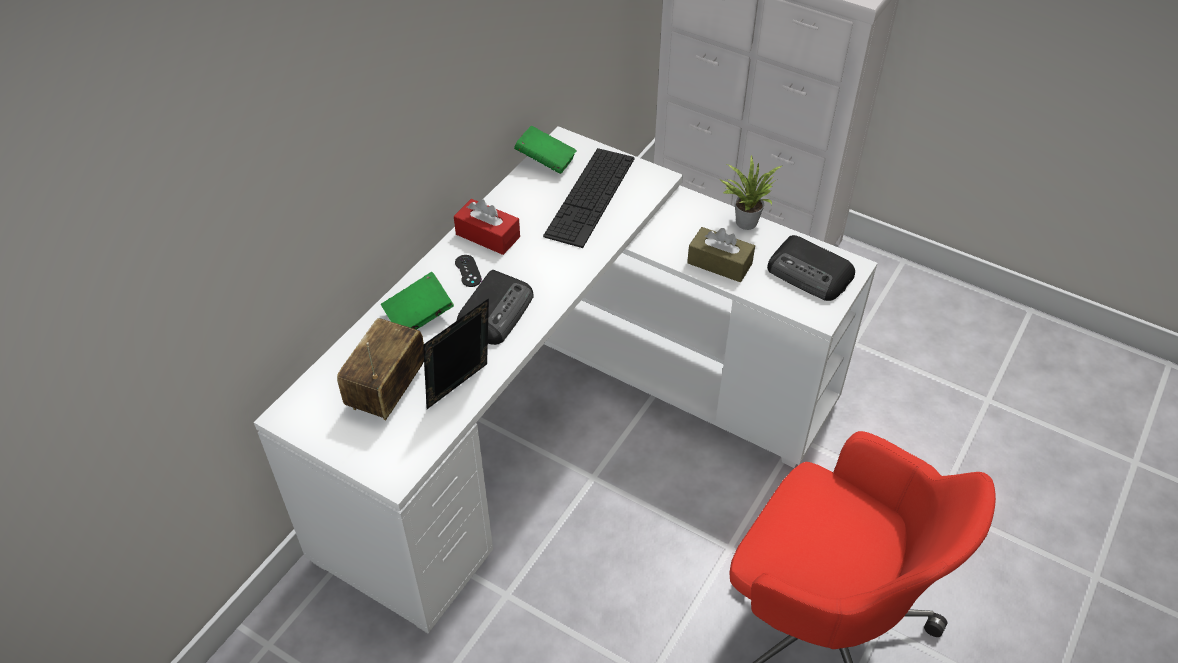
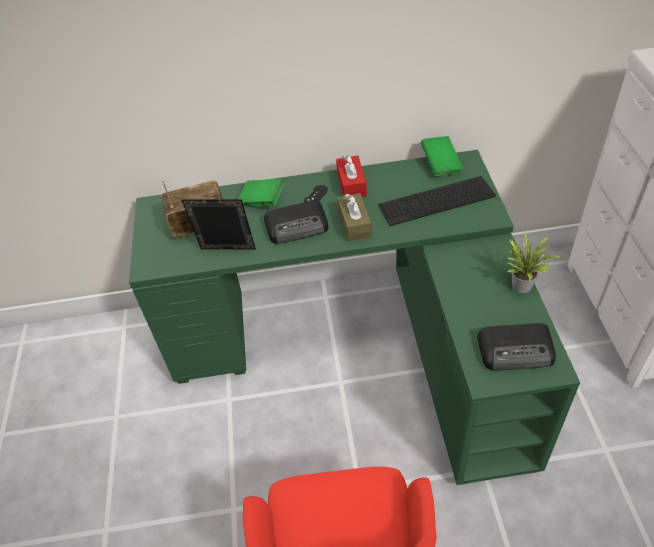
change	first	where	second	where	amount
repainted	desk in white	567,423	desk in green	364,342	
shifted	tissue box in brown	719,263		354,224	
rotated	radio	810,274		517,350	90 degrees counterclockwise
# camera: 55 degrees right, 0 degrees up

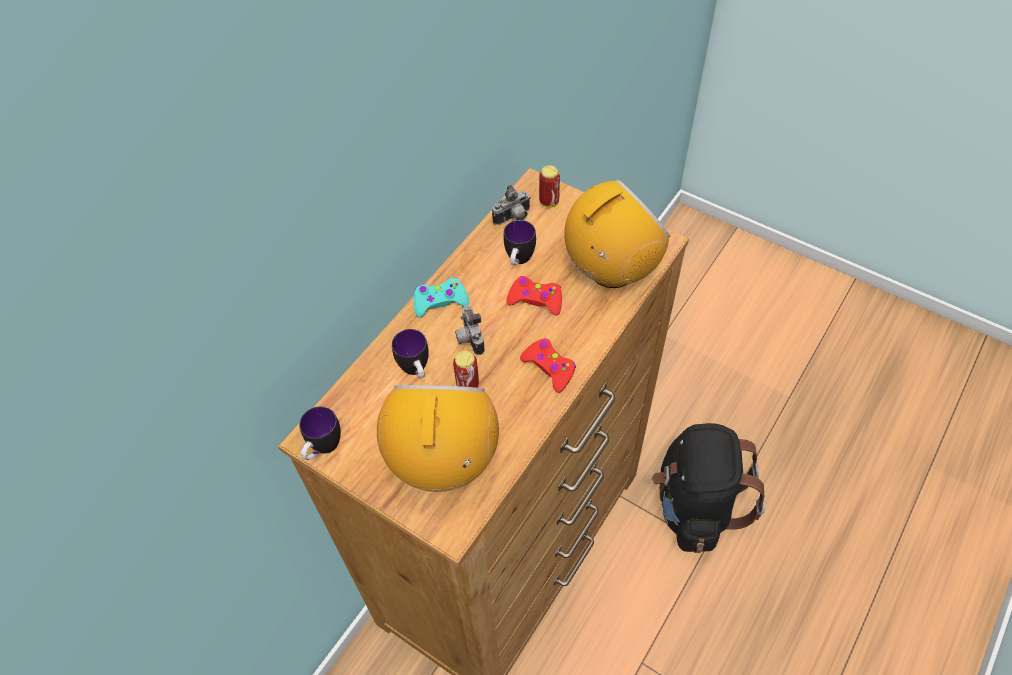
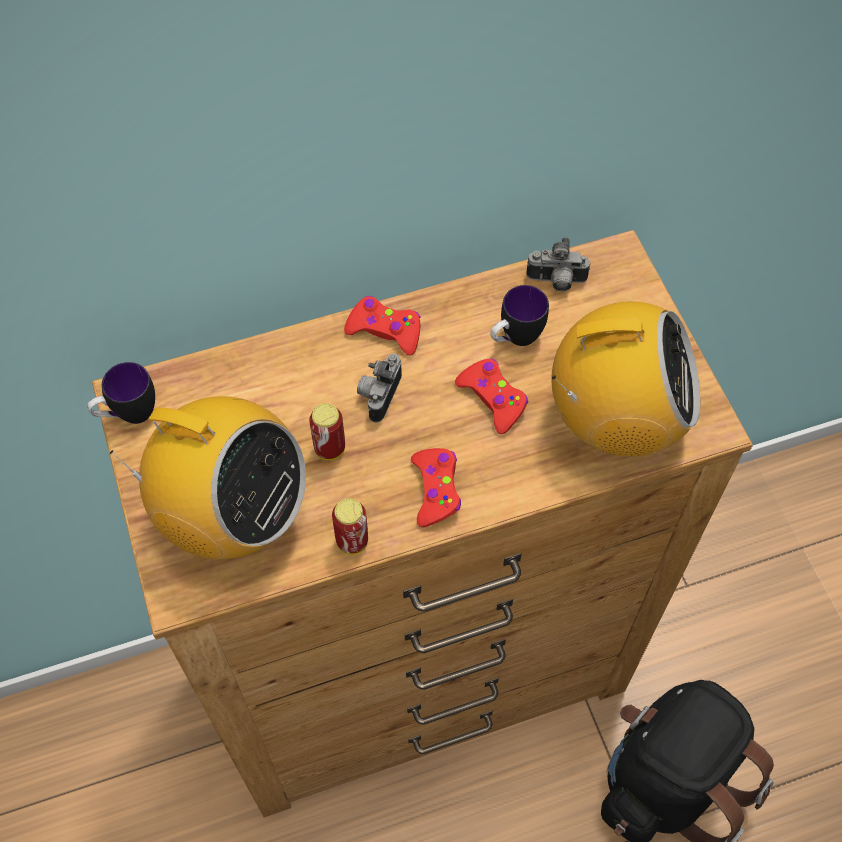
change	first	where	second	where	amount
rotated	radio	444,461		233,515	75 degrees clockwise
shifted	can	549,202		352,541	
repainted	game controller in turquoise	440,301	game controller in red	385,330	
gone	mug	416,371			
# camera: 35 degrees right, 5 degrees up

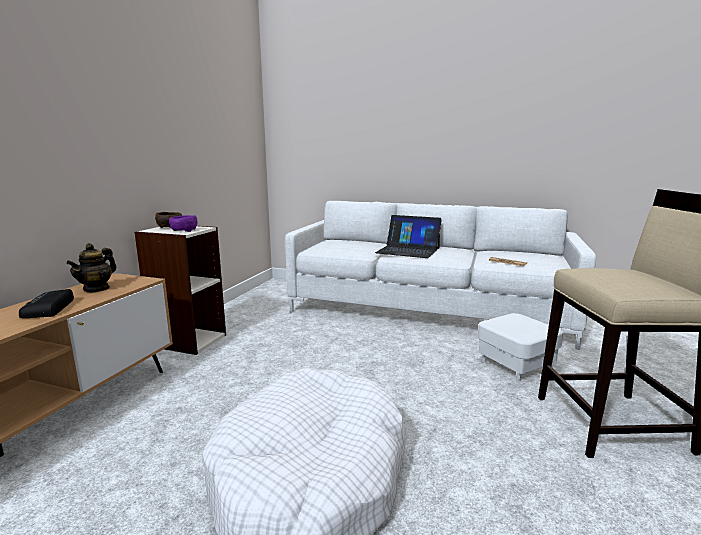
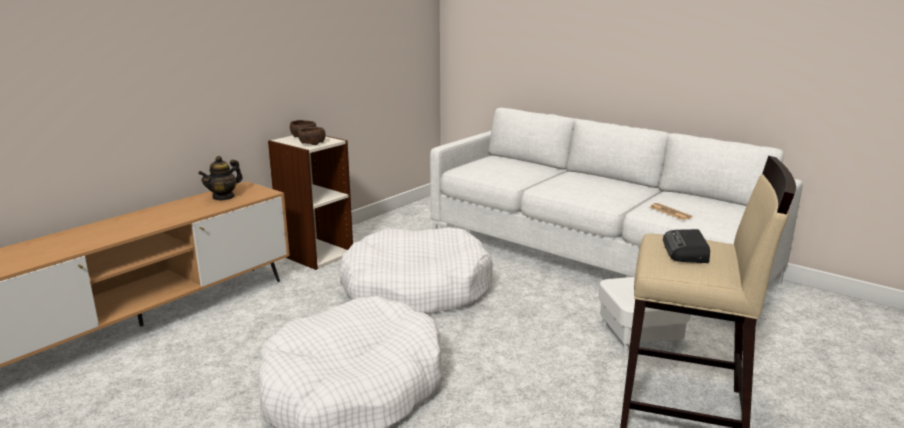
change	first	where	second	where	amount
repainted	bowl in purple	183,230	bowl in brown	311,143	
new			dog bed in white	416,290	
shifted	radio	48,309		686,252	
gone	laptop	408,250			
# camera: 20 degrees right, 5 degrees up

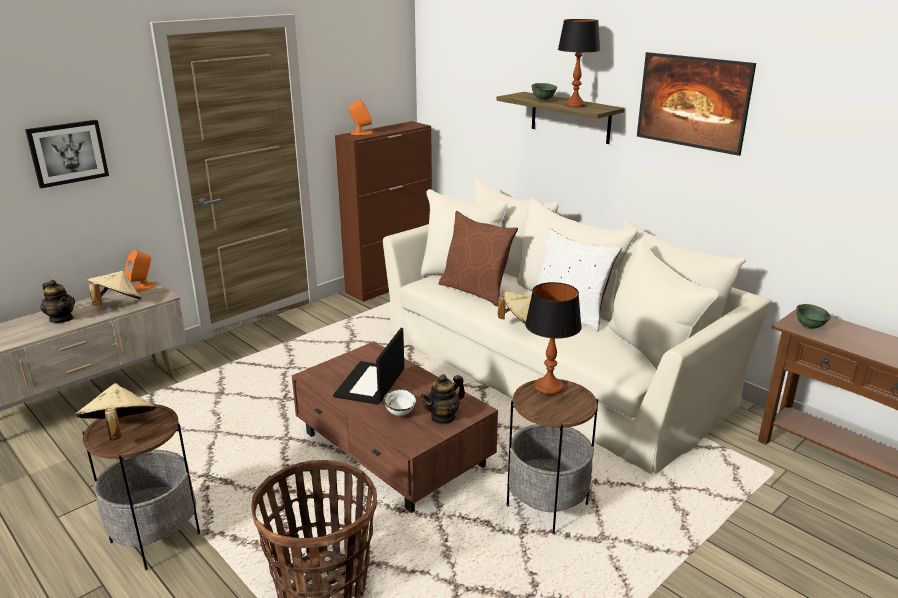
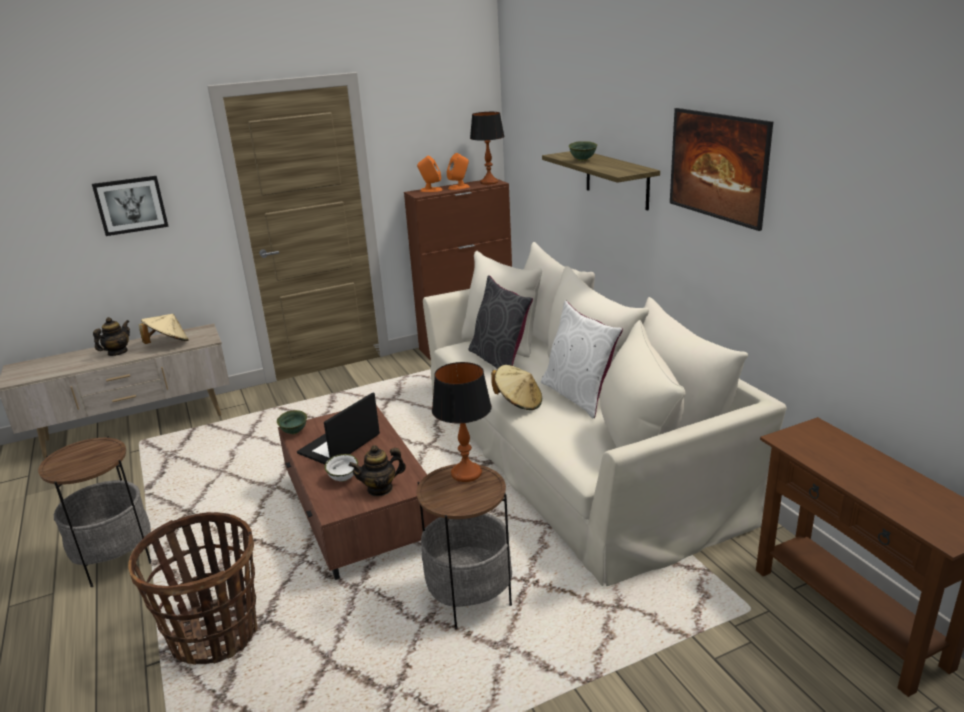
change	first	where	second	where	amount
rotated	teapot	61,319		117,352	120 degrees counterclockwise
shifted	bowl in green	809,327		294,432	
shifted	speaker in orange	142,287		459,187	
repainted	pillow in brown	475,291	pillow in grey	500,361	
shifted	table lamp	574,105		489,182	
gone	hat in beige	120,431			
# camera: 20 degrees right, 0 degrees up

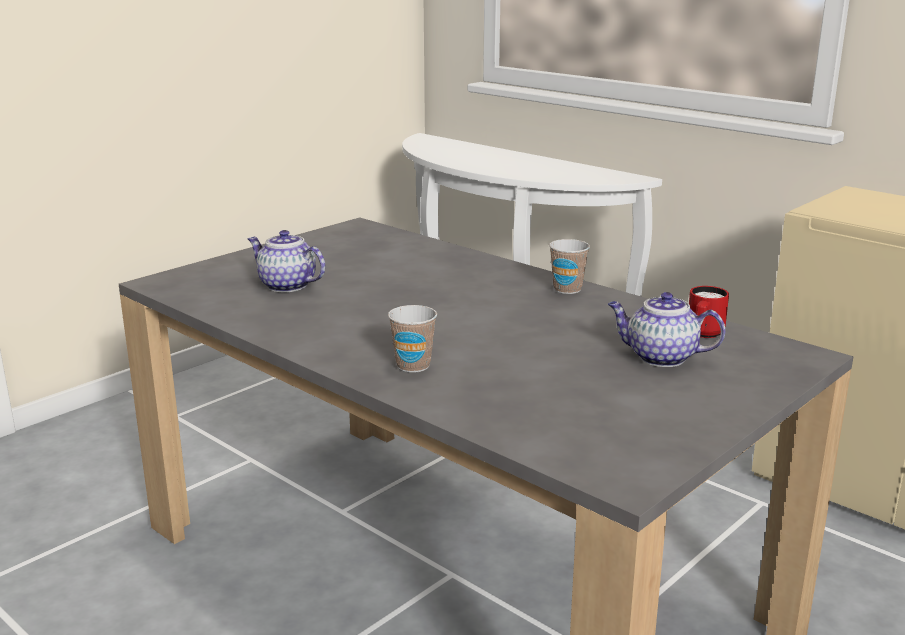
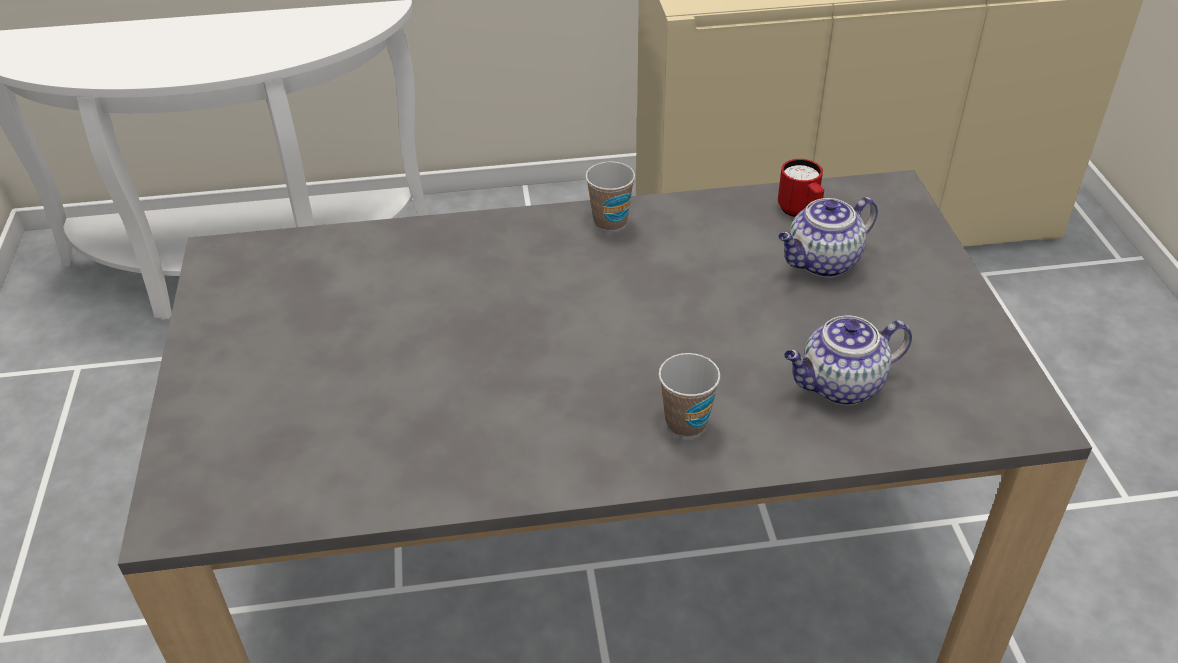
change	first	where	second	where	amount
shifted	teapot	286,285		840,386	
# camera: 50 degrees left, 20 degrees up

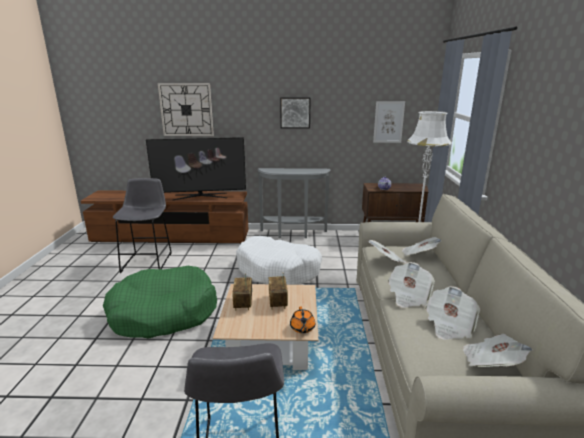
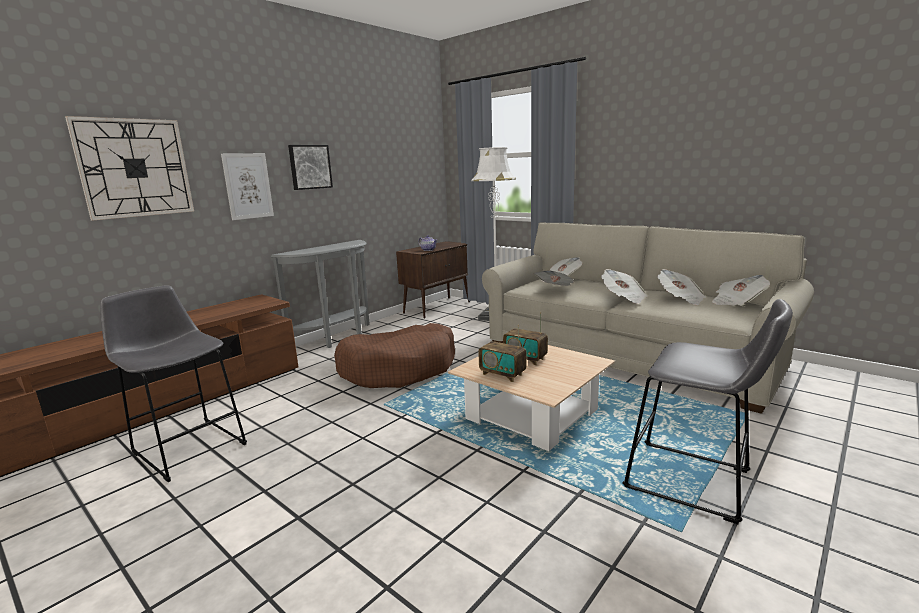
change	first	where	second	where	amount
shifted	picture	388,122		248,186	
repainted	dog bed in white	278,270	dog bed in brown	399,369	
gone	dog bed in green	163,313			
gone	television	200,196			
gone	teapot in orange	302,328			
# camera: 50 degrees left, 5 degrees down

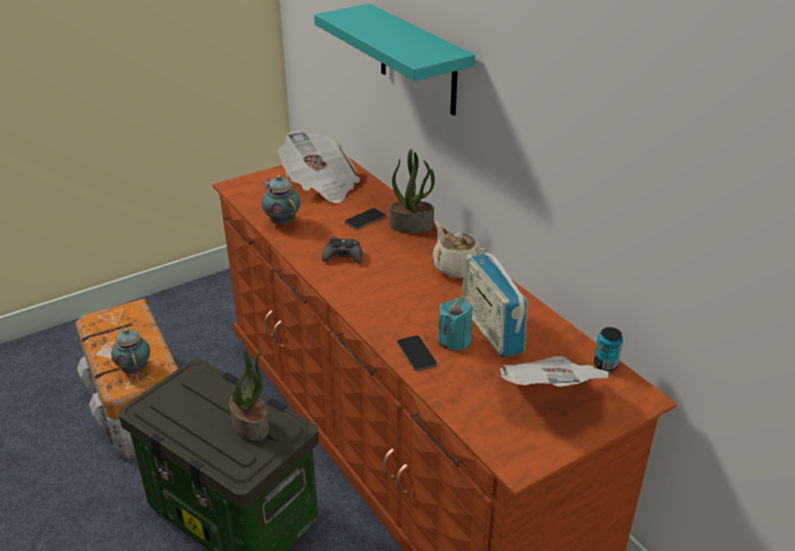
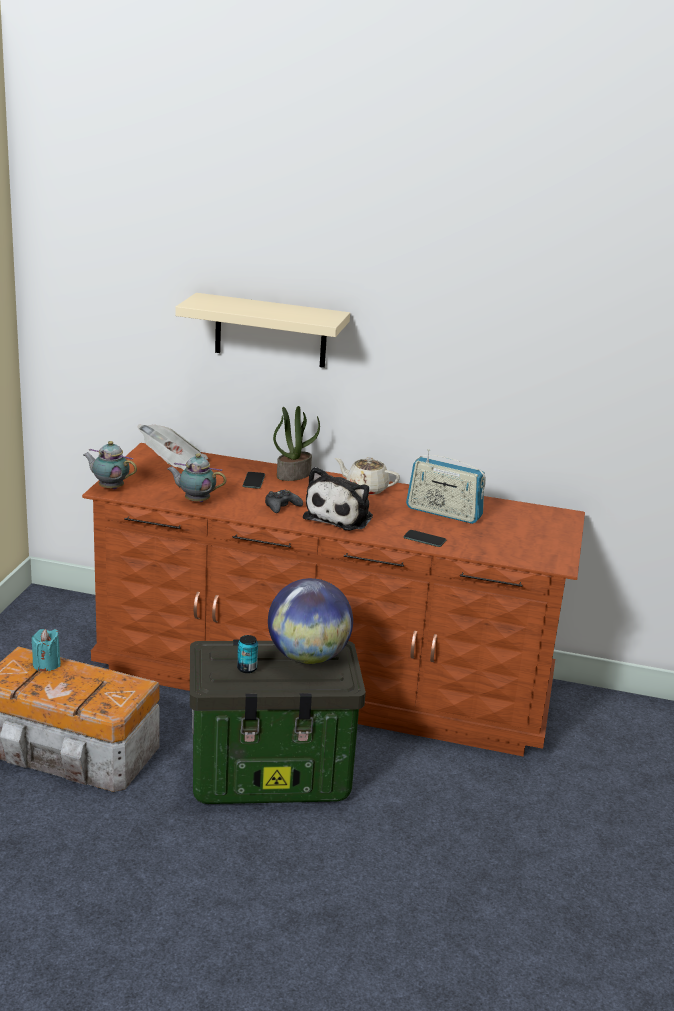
change	first	where	second	where	amount
shifted	candle in turquoise	454,340		46,664	
shifted	teapot	135,368		109,488	
repainted	shelf in turquoise	417,60	shelf in beige	270,331	
shifted	can	605,365		247,668	
swapped	potted plant	251,425	globe	308,657	
new			plush toy	341,516	
gone	newspaper	549,393			
# camera: 45 degrees left, 10 degrees down

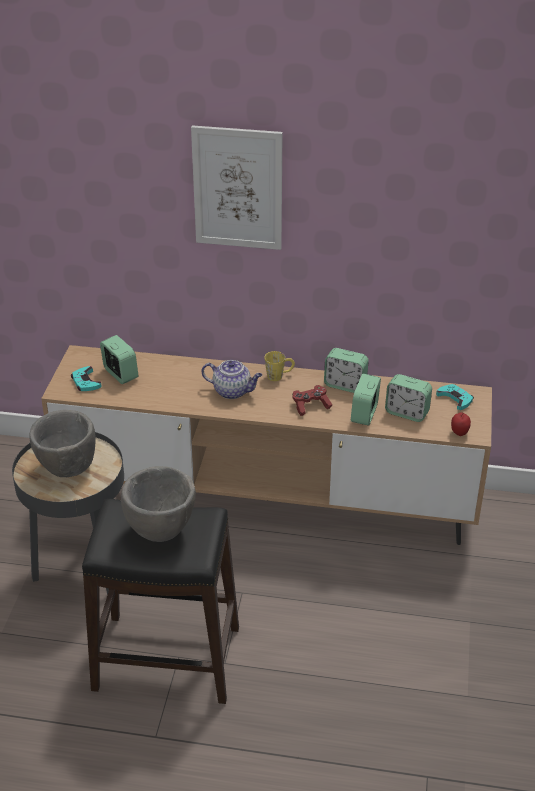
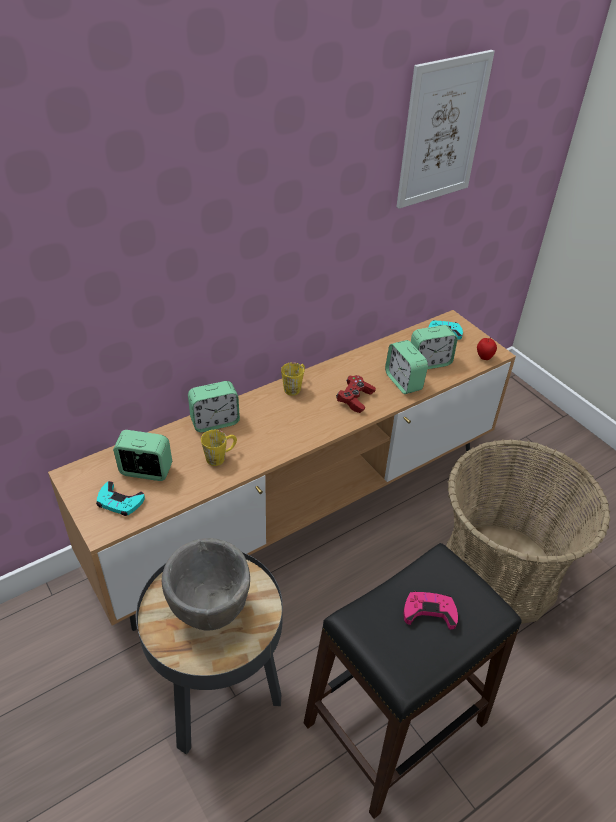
change	first	where	second	where	amount
shifted	alarm clock	345,385		215,422	
new			mug in yellow	220,456	
shifted	picture	238,188		442,131	
swapped	bowl in grey	161,532	game controller in pink	429,612	
new			basket	499,573	
gone	teapot	233,391			
# camera: 45 degrees left, 5 degrees up

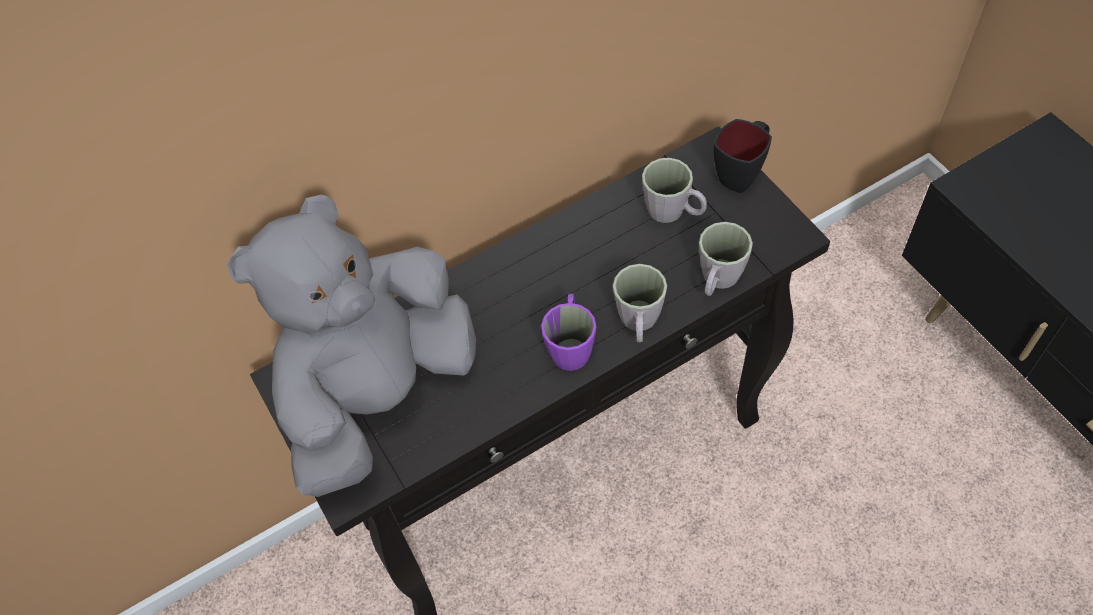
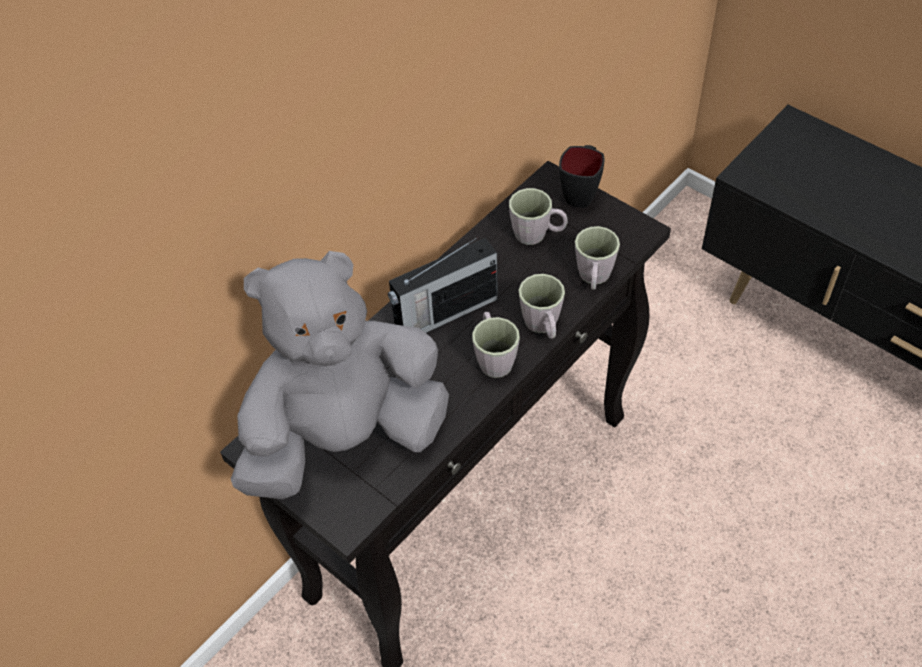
change	first	where	second	where	amount
rotated	plush toy in grey	379,394		344,438	45 degrees clockwise
new			radio	444,313	
repainted	mug in purple	571,345	mug in grey	494,357	
# camera: 20 degrees left, 5 degrees down

